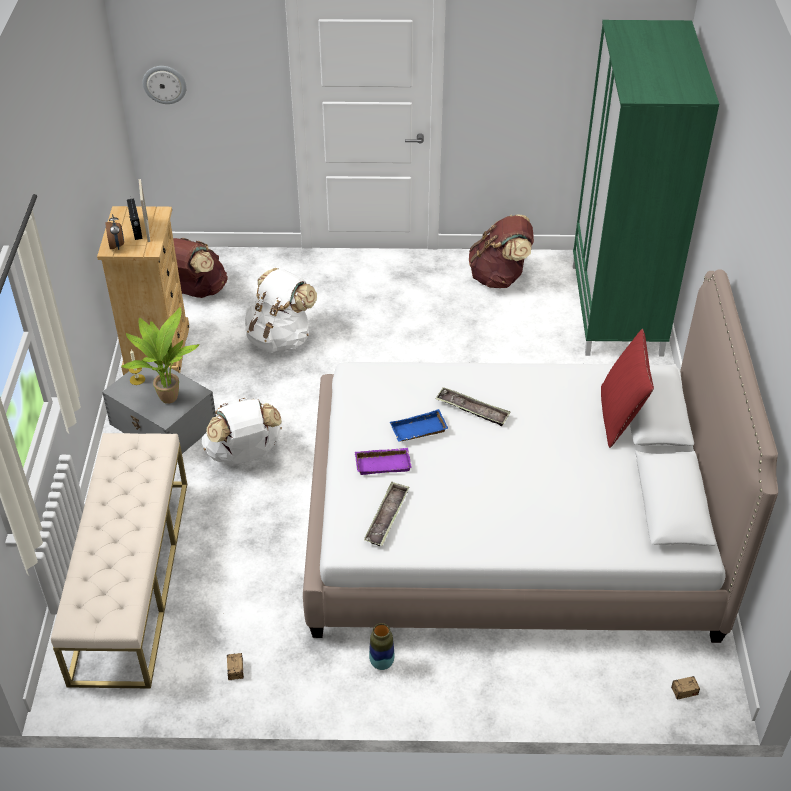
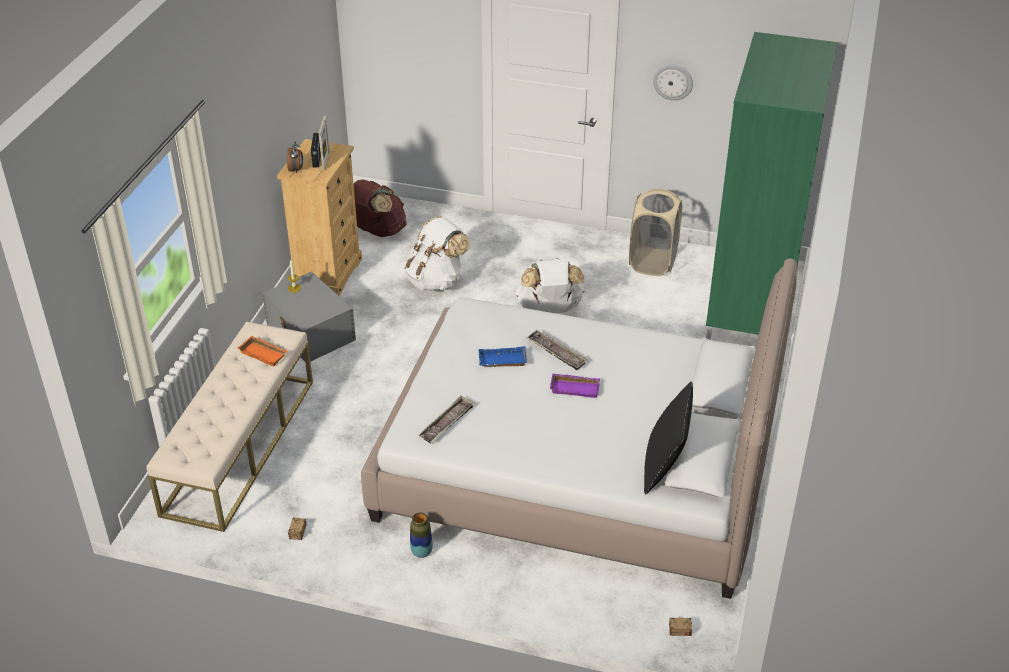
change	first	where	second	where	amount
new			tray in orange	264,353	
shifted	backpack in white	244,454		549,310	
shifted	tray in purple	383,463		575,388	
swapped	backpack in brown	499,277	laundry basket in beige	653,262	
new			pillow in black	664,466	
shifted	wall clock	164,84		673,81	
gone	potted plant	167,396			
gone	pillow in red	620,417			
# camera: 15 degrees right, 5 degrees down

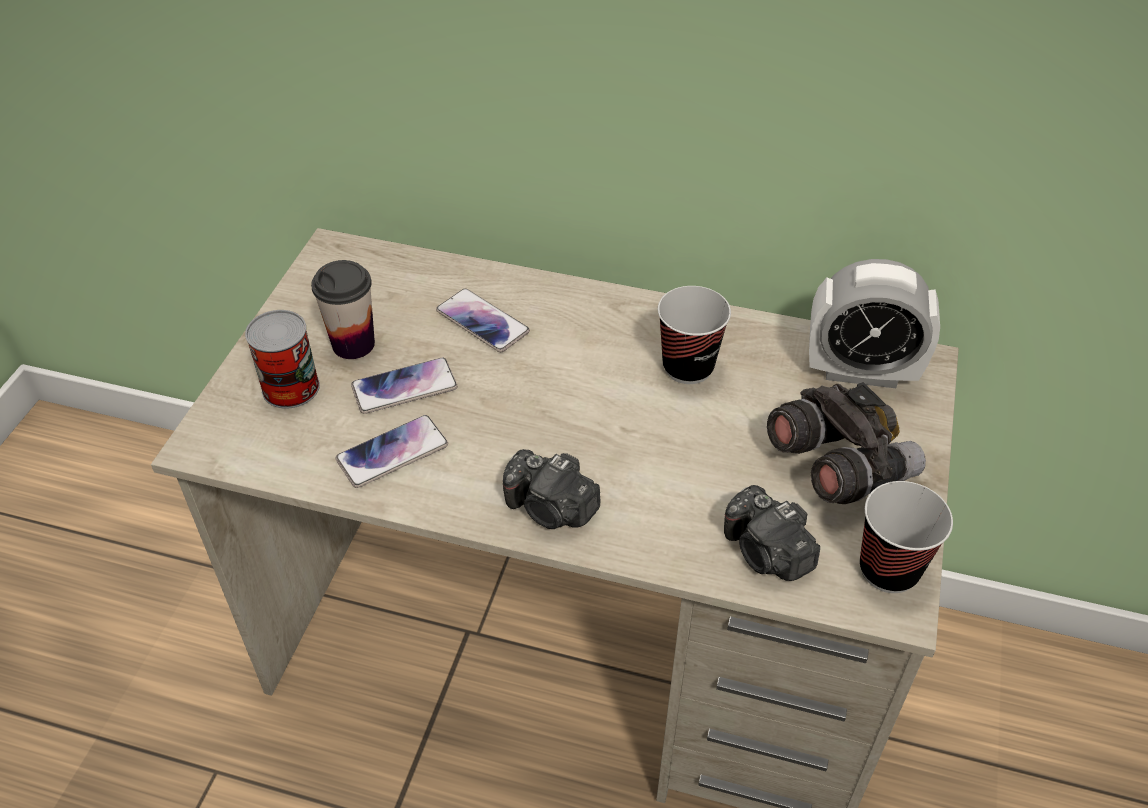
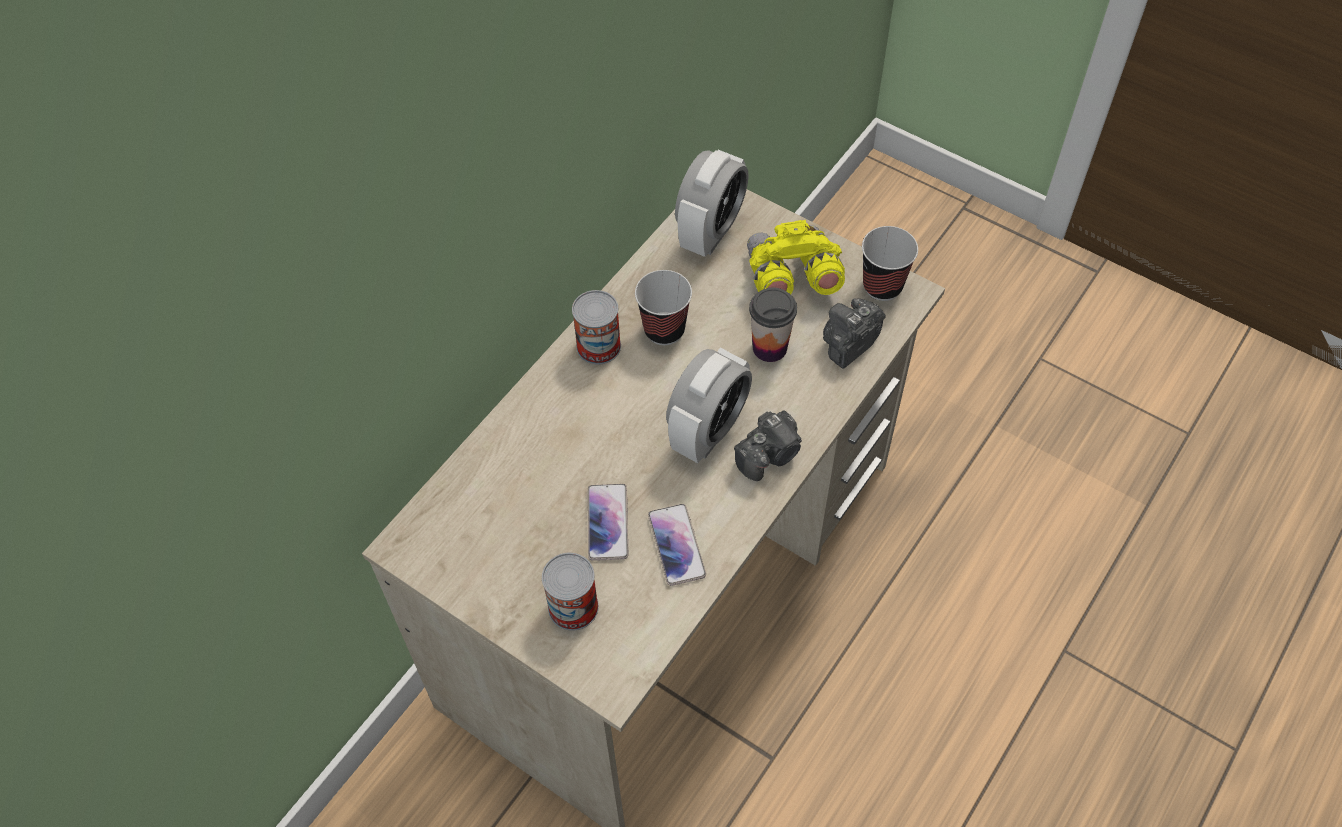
change	first	where	second	where	amount
new			can	598,346	
new			alarm clock	708,431	
repainted	binoculars in grey	838,466	binoculars in yellow	791,278	
shifted	cup	353,344		769,348	
rotated	photo camera	766,553		849,344	150 degrees clockwise
gone	phone	482,321			
# camera: 70 degrees left, 10 degrees up

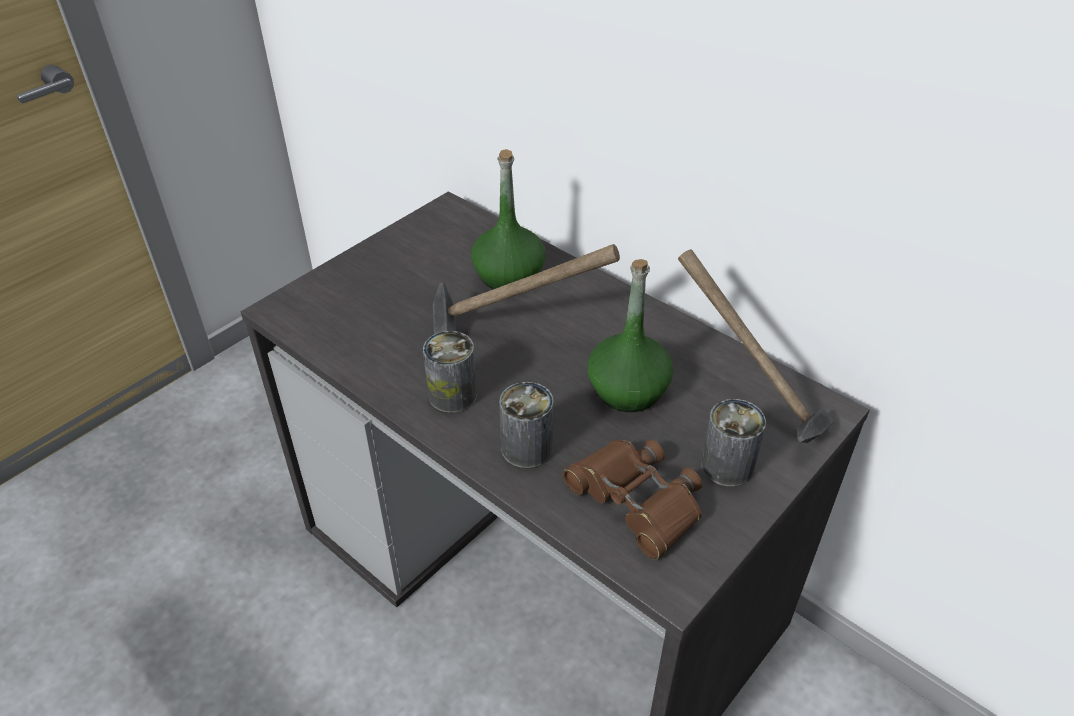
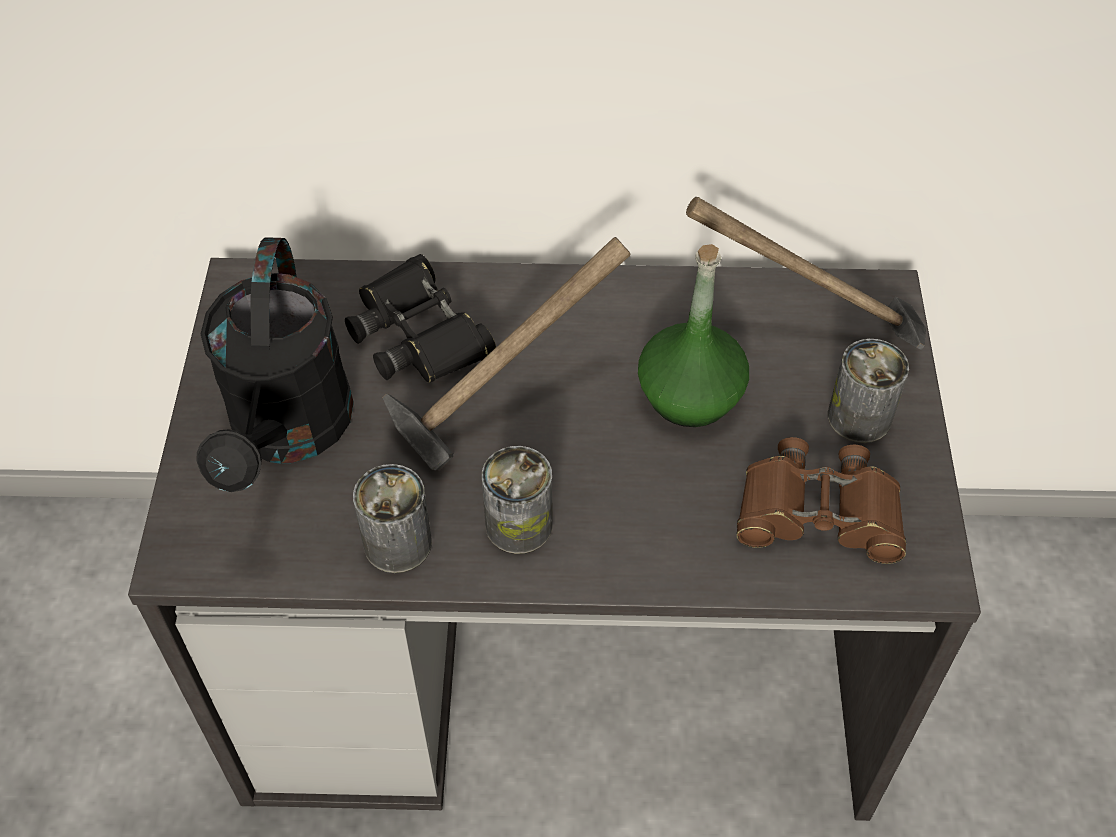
change	first	where	second	where	amount
new			watering can in black	288,433	
swapped	bottle in green	509,276	binoculars in black	418,333	
shifted	can	526,448		397,543	
# camera: 40 degrees left, 10 degrees up

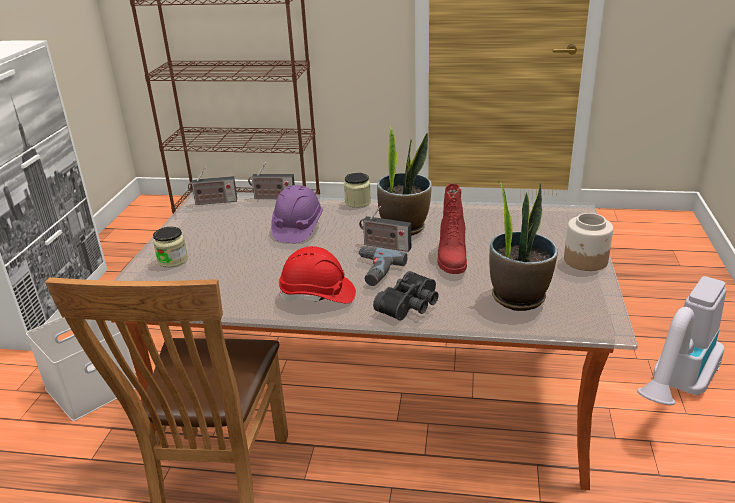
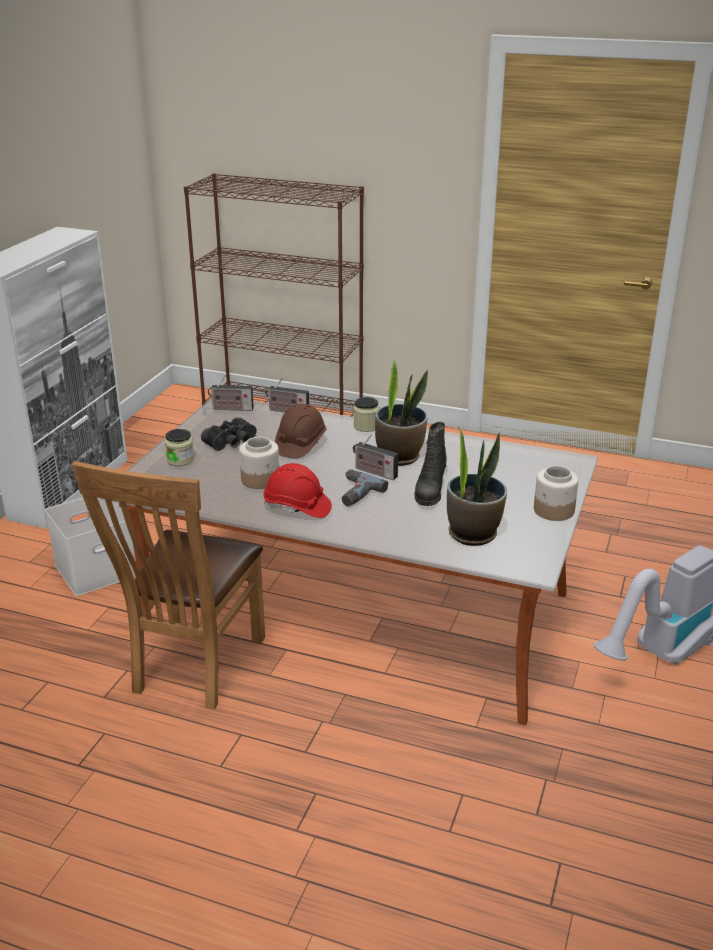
change	first	where	second	where	amount
shifted	binoculars in black	411,305		232,442	
new			jar	261,479	
repainted	hard hat in purple	297,228	hard hat in brown	300,444	
repainted	boot in red	451,258	boot in black	429,491	
# camera: 10 degrees right, 0 degrees up

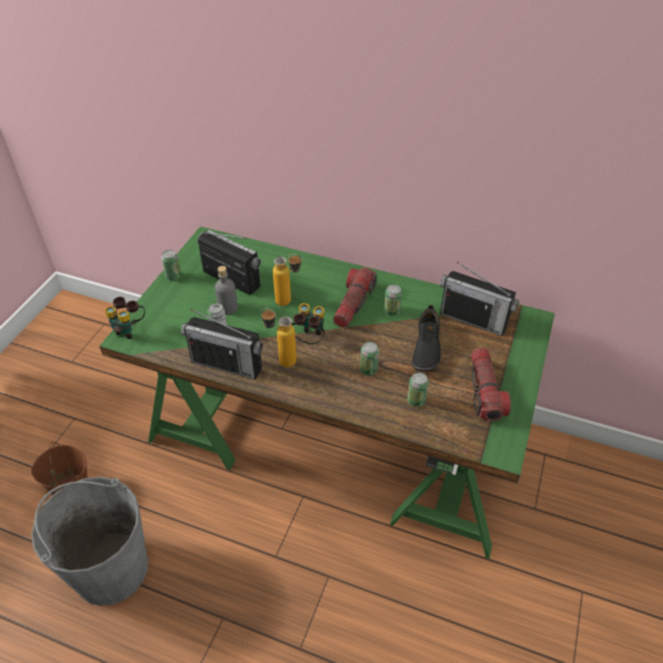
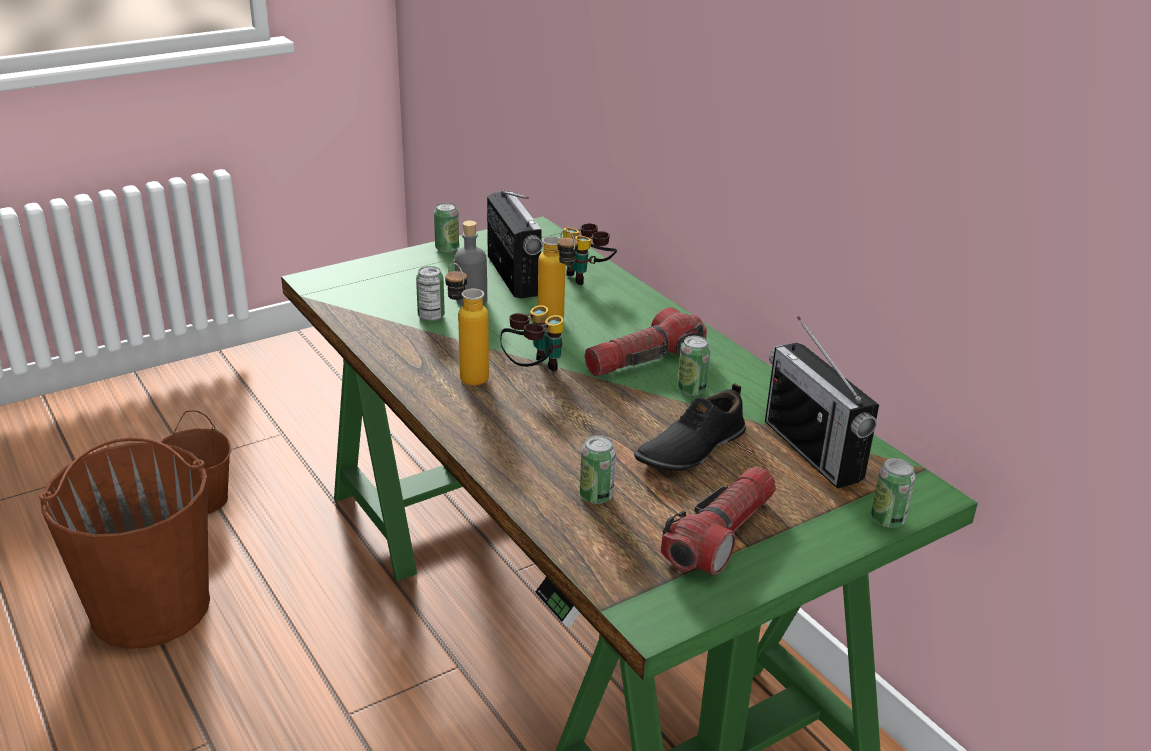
change	first	where	second	where	amount
repainted	bucket in grey	110,568	bucket in brown	150,606	
shifted	binoculars	129,329		587,277	
shifted	can	368,369		887,519	
gone	radio	227,364			
# camera: 35 degrees right, 15 degrees down

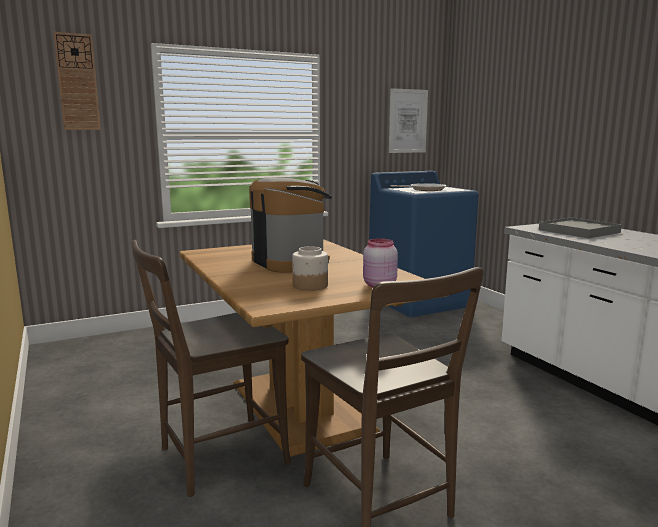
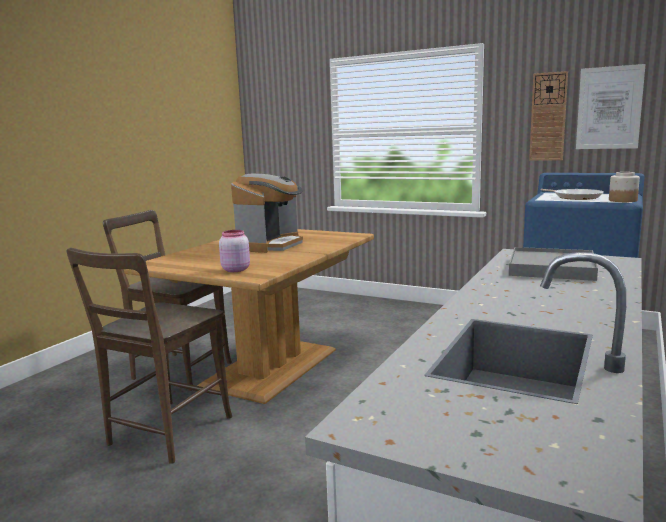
change	first	where	second	where	amount
shifted	wall clock	77,82		548,117	
shifted	jar	310,286		622,200	
# camera: 55 degrees right, 0 degrees up

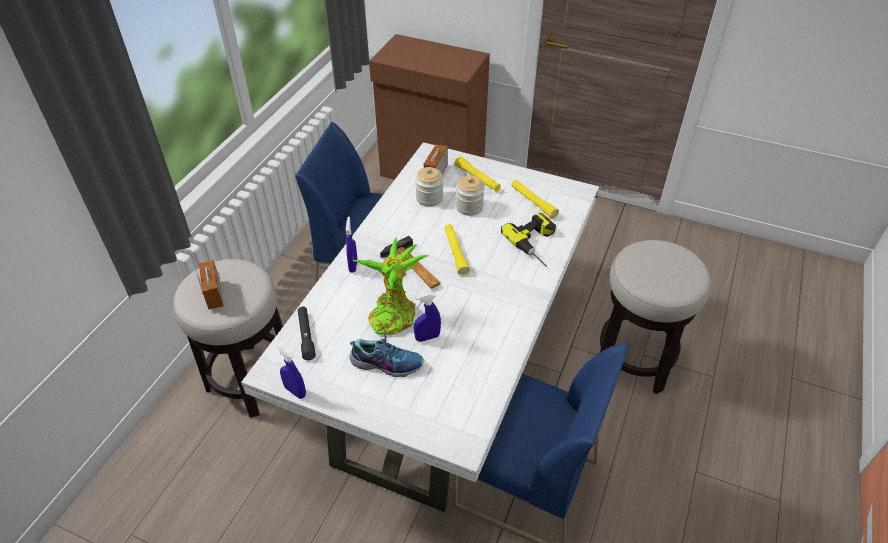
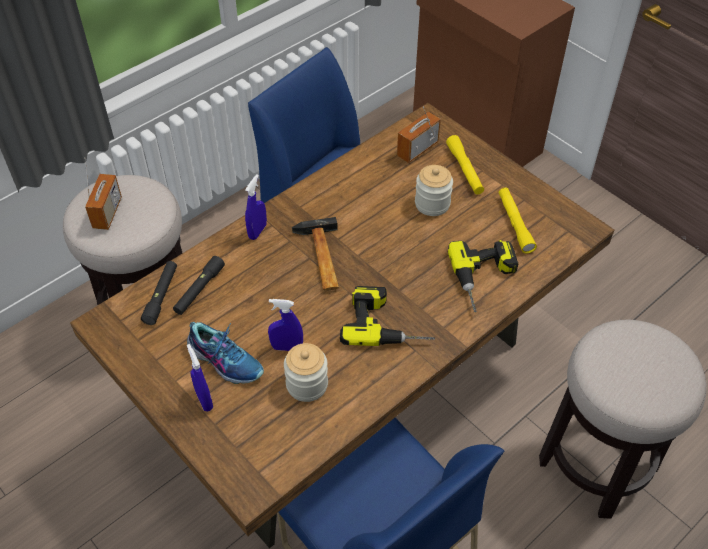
change	first	where	second	where	amount
repainted	dining table in white	444,378	dining table in brown	353,394	
new			flashlight in black	199,290	
shifted	spray bottle in blue	295,391		204,400	
shifted	jar	429,198		307,384	
new			power drill	388,322	
gone	potted plant	393,314			
gone	flashlight in yellow	455,253			
# camera: 25 degrees right, 5 degrees up

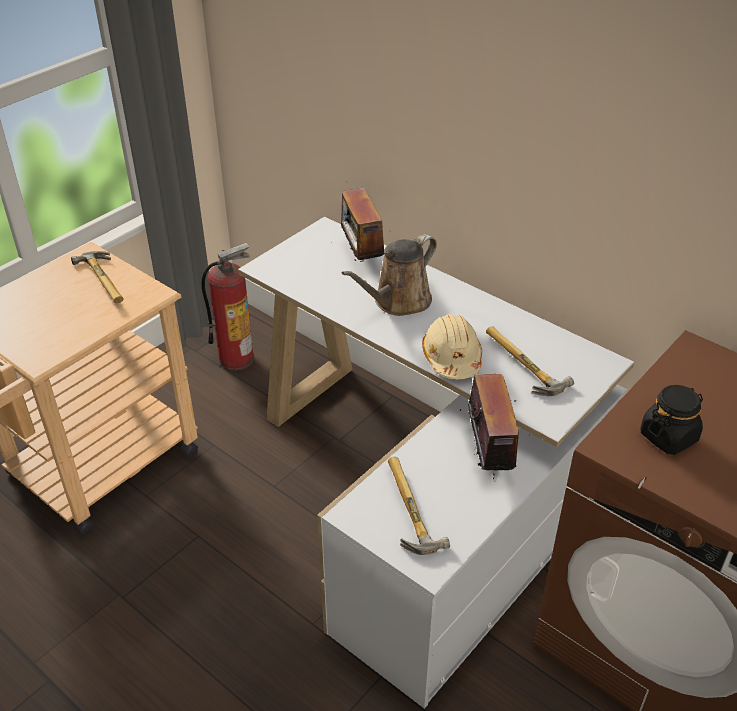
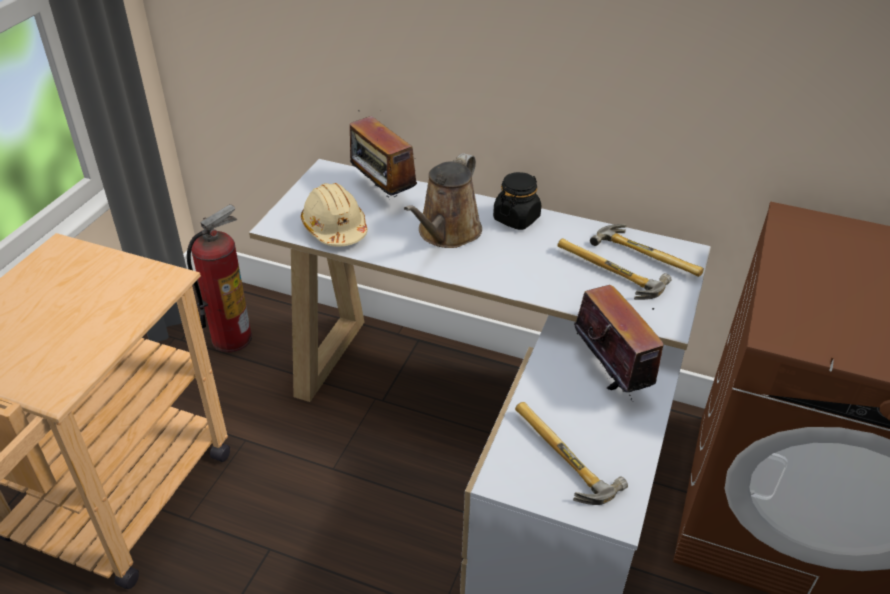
change	first	where	second	where	amount
shifted	hard hat in beige	451,358		335,228	
shifted	jar in black	668,436		516,218	
shifted	hammer	107,280		649,254	
# camera: 20 degrees left, 0 degrees up

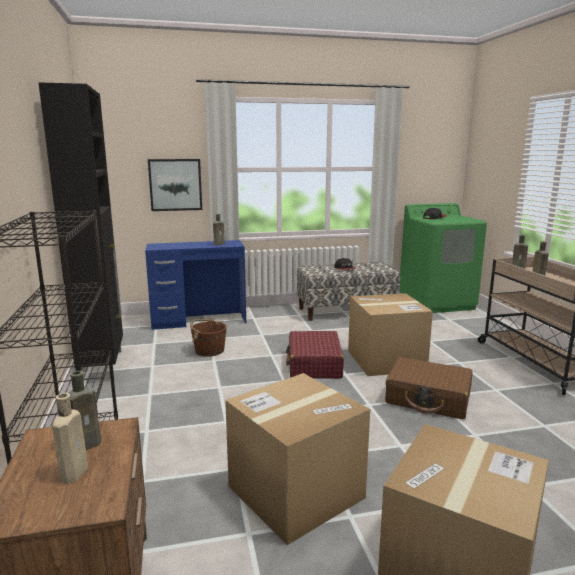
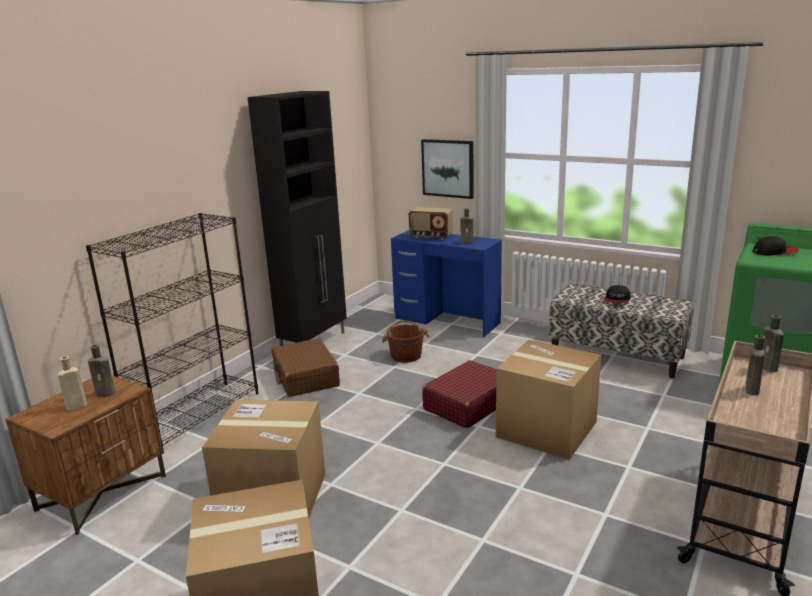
change	first	where	second	where	amount
shifted	suitcase in brown	428,398		305,377	
new			radio	431,237	
# camera: 45 degrees right, 5 degrees up

